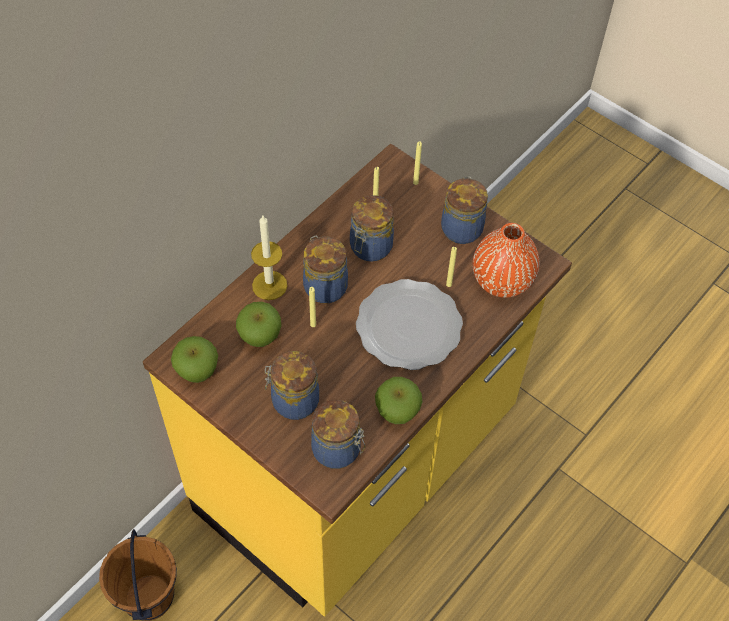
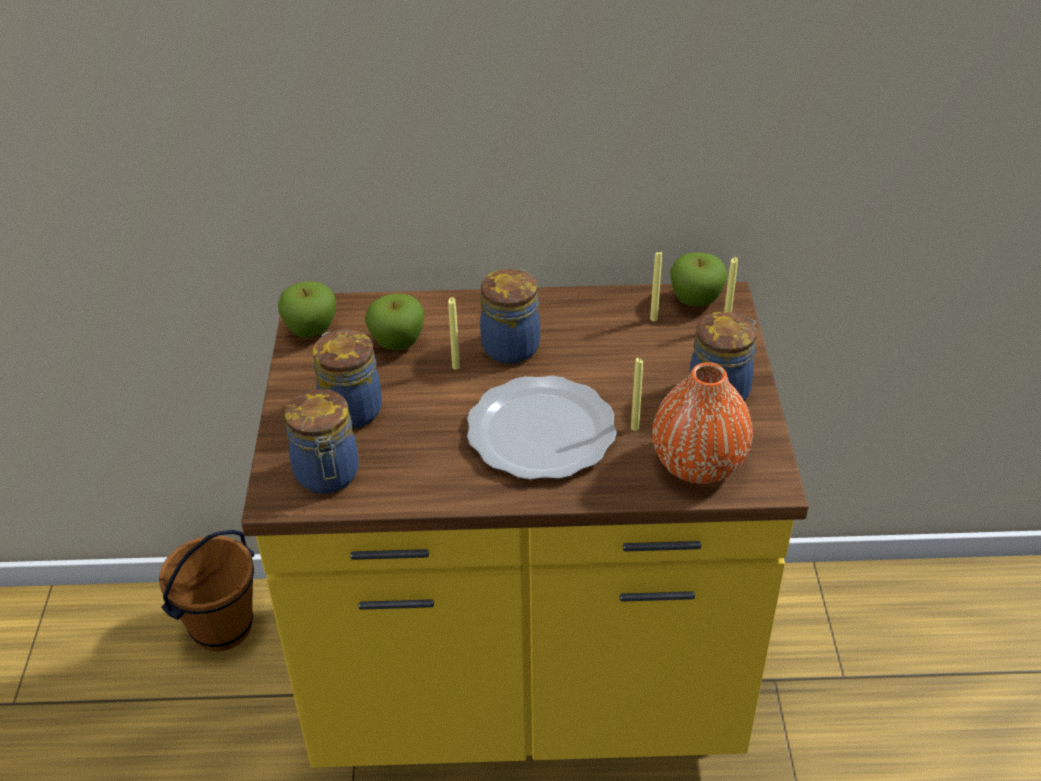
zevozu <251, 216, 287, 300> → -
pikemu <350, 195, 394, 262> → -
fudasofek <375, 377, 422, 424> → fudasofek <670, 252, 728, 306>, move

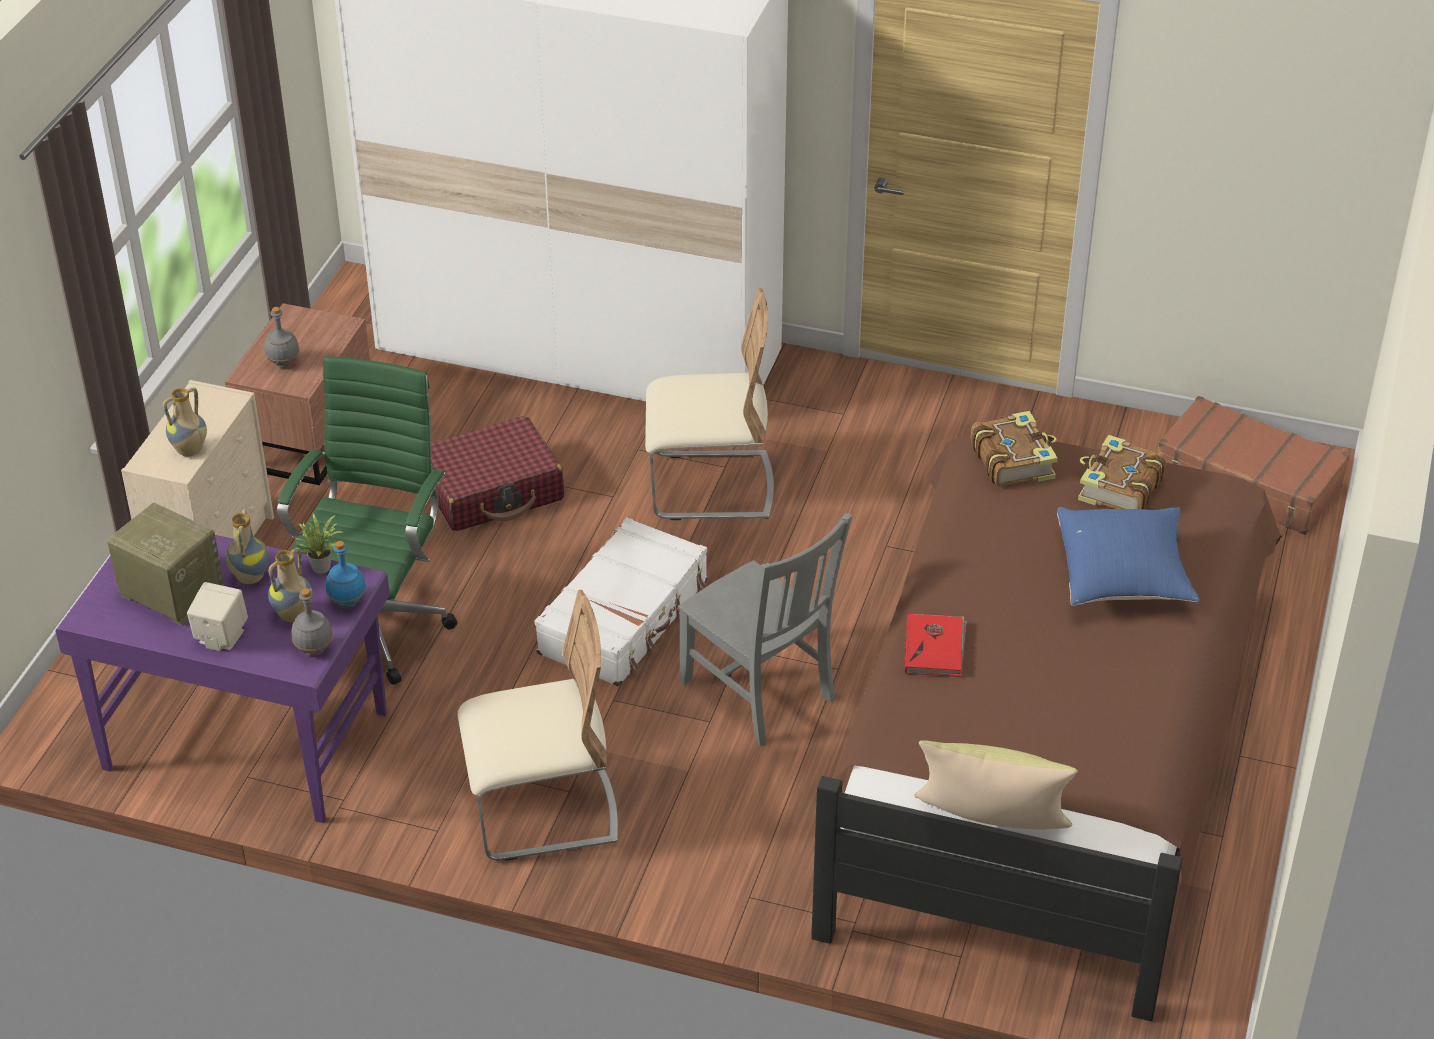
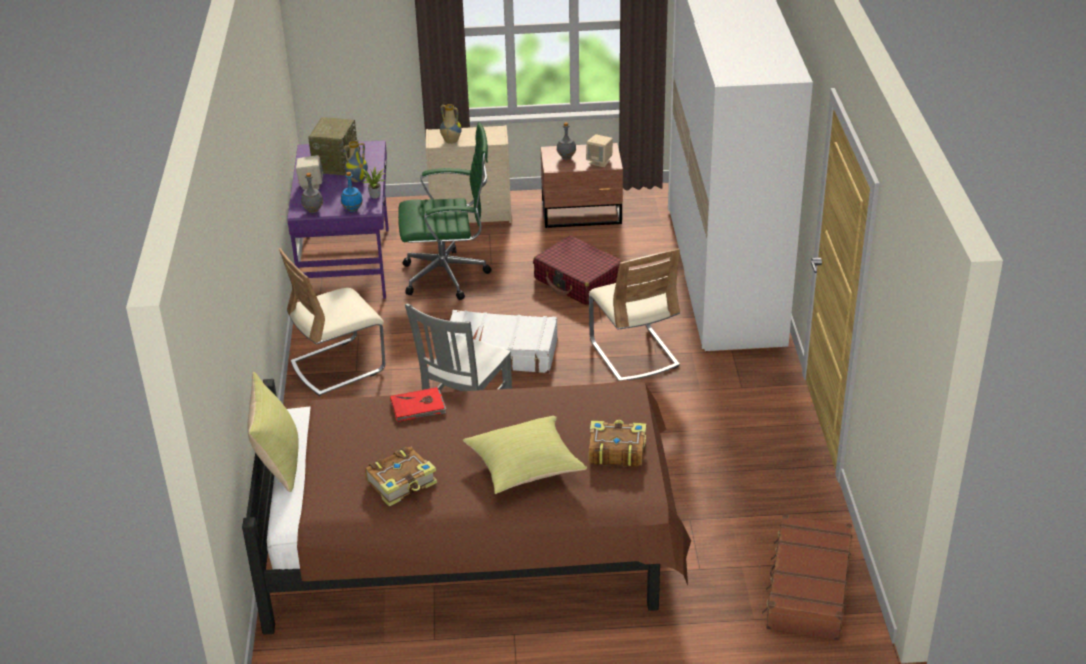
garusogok <268, 548, 313, 622> → -
- → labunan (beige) <586, 134, 613, 167>
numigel <971, 411, 1058, 487> → numigel <365, 447, 437, 506>, move
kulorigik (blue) <1057, 507, 1200, 606> → kulorigik (yellow) <463, 416, 587, 494>
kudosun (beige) <458, 590, 618, 861> → kudosun (beige) <279, 248, 385, 396>, 90 degrees clockwise

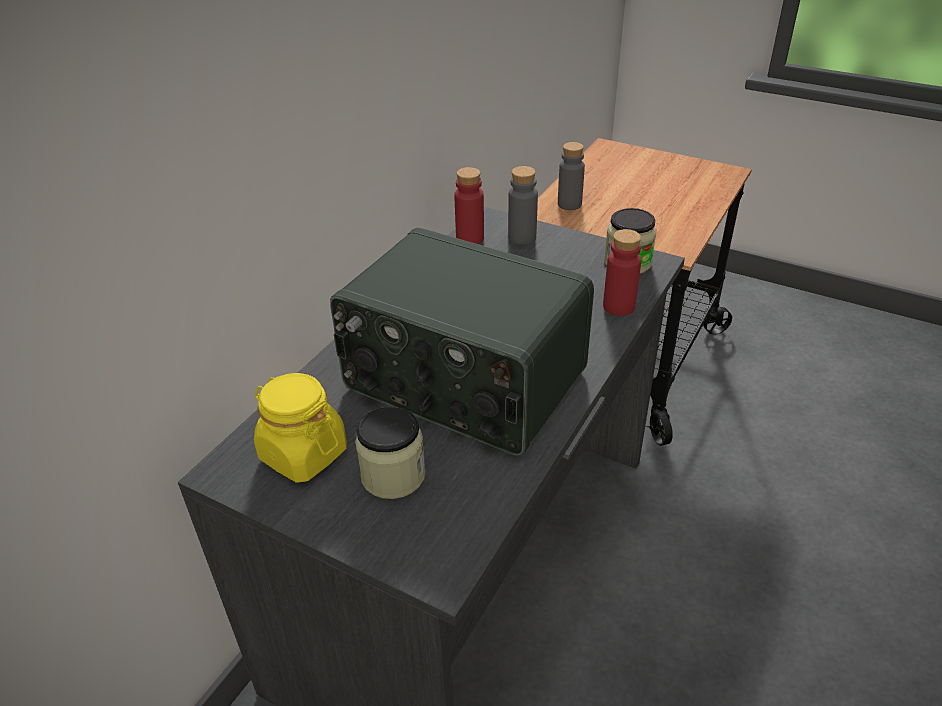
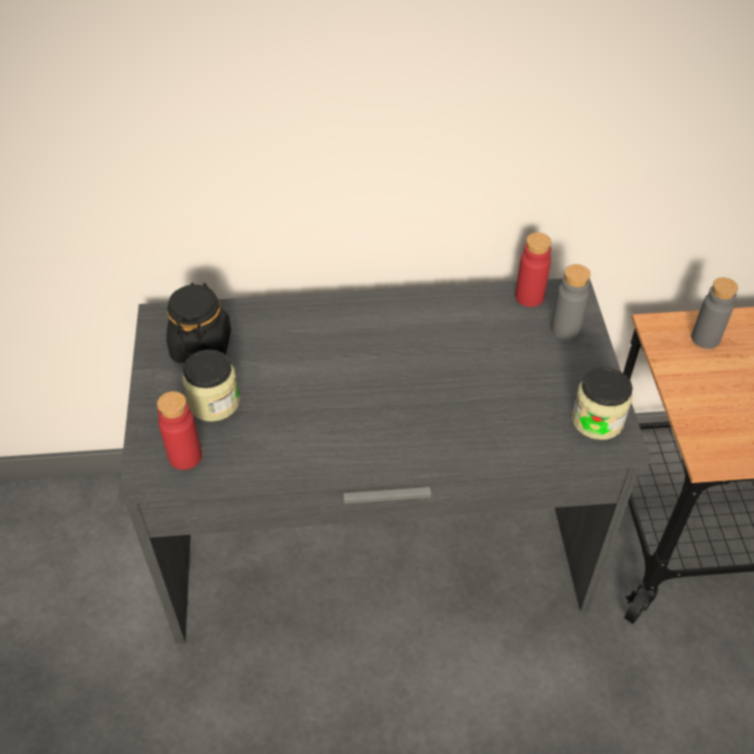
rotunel <330, 228, 594, 455> → -
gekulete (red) <603, 229, 641, 316> → gekulete (red) <157, 391, 202, 470>, move
pikemu (yellow) <254, 373, 347, 483> → pikemu (black) <166, 282, 231, 363>

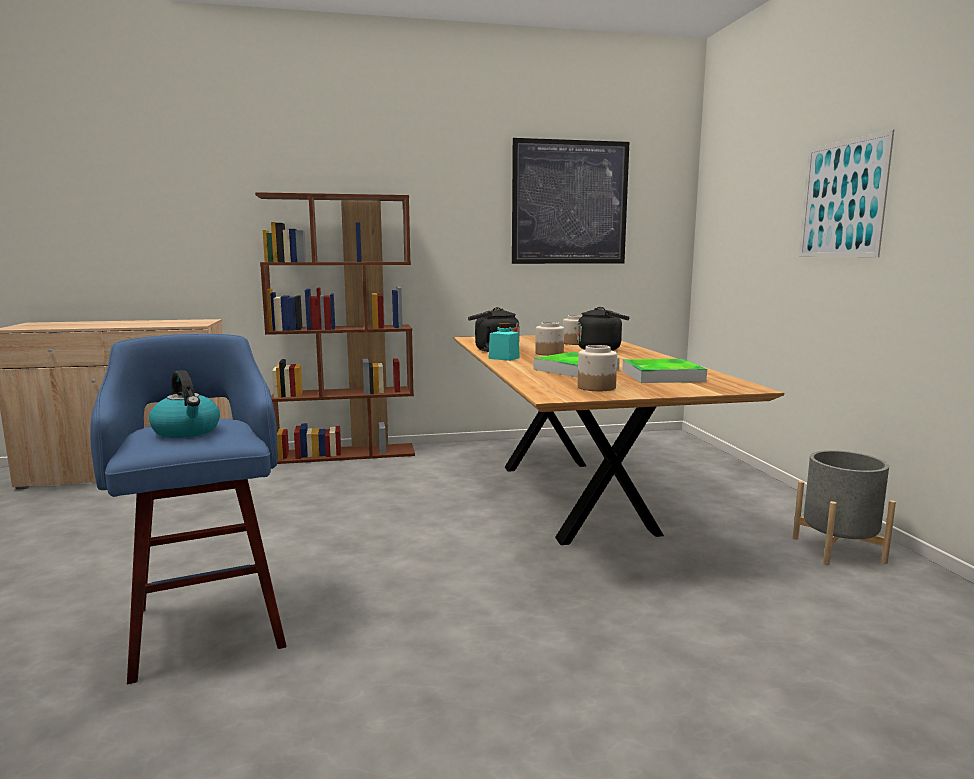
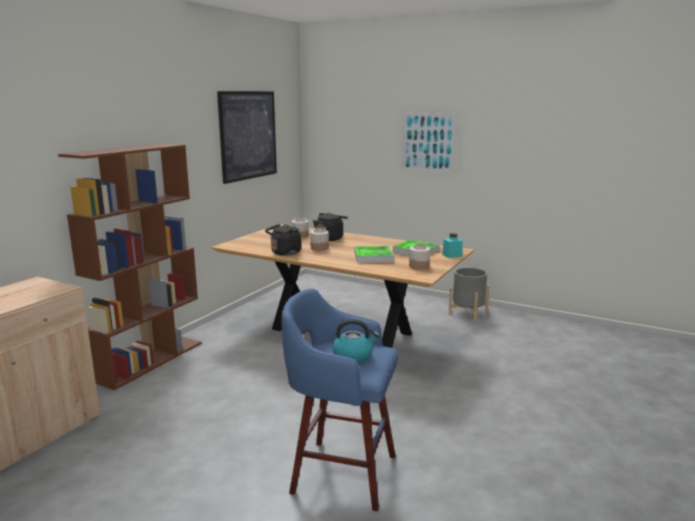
pikemu (turquoise) <488, 323, 520, 361> → pikemu (turquoise) <442, 233, 463, 258>, move

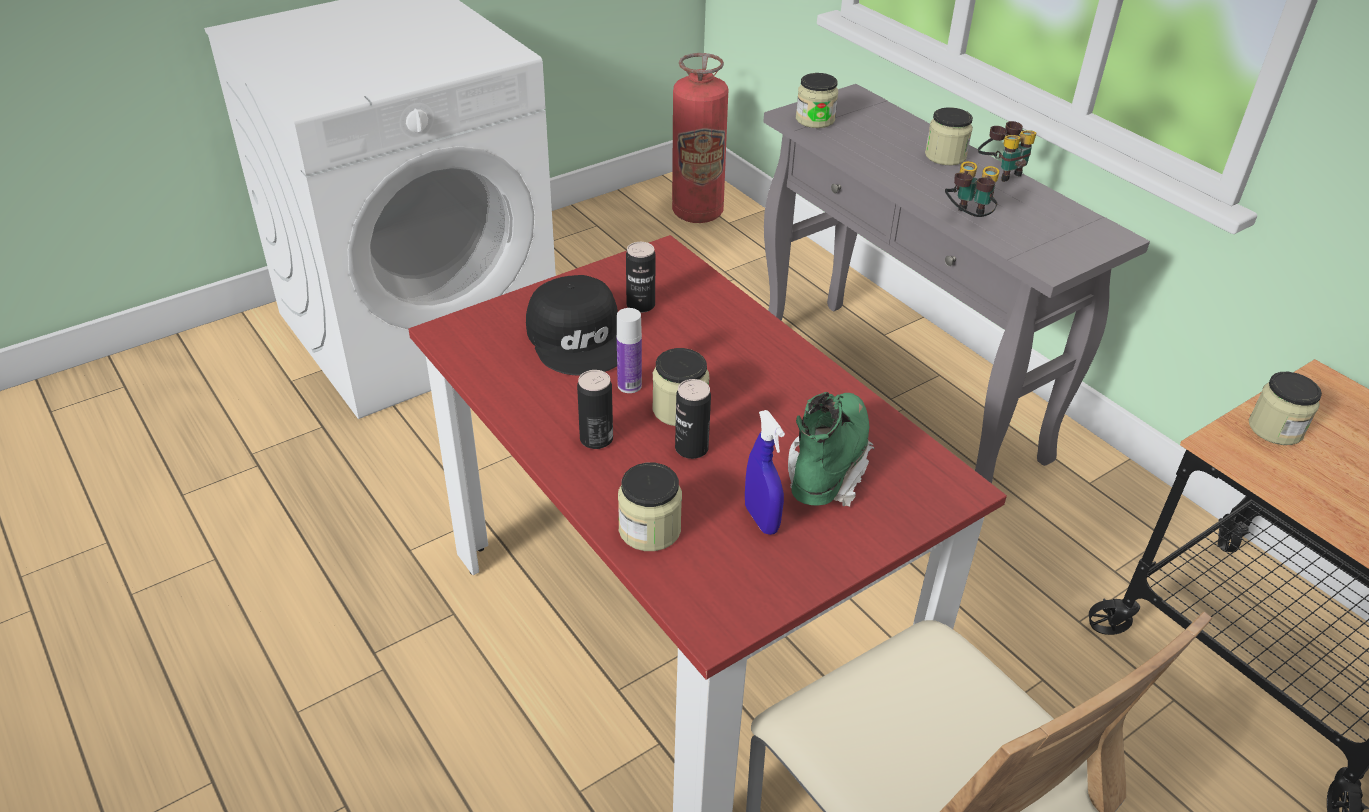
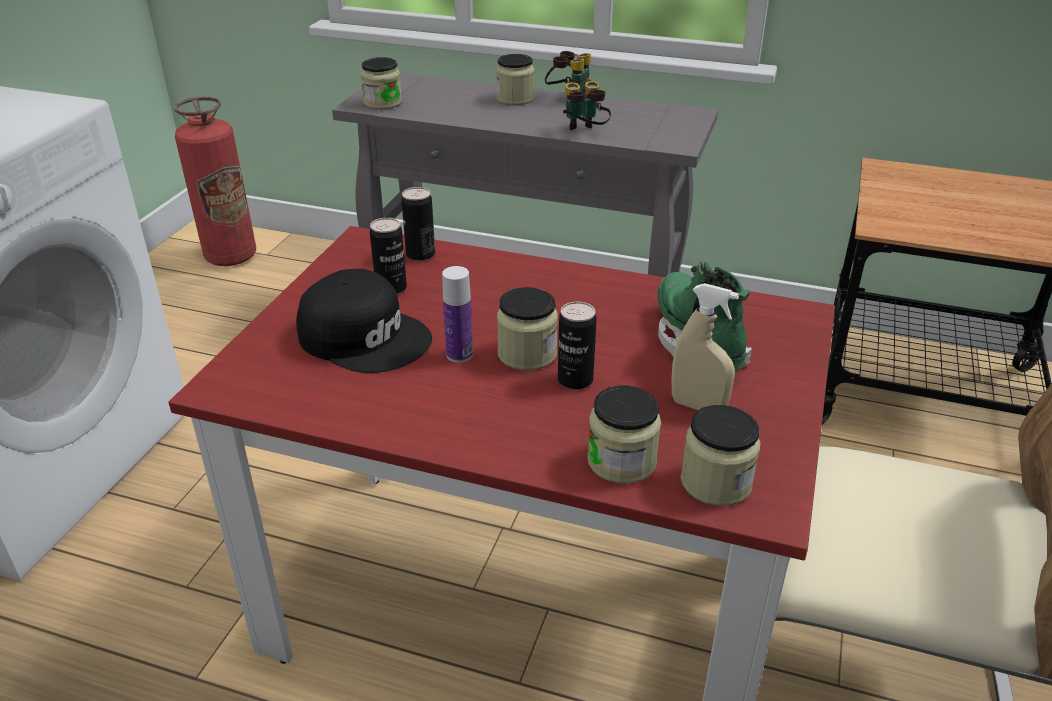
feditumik <577, 370, 613, 449> → feditumik <401, 187, 435, 261>, move
pikemu <1249, 372, 1322, 445> → pikemu <681, 405, 760, 506>, move
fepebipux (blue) <745, 410, 785, 535> → fepebipux (beige) <671, 283, 739, 410>

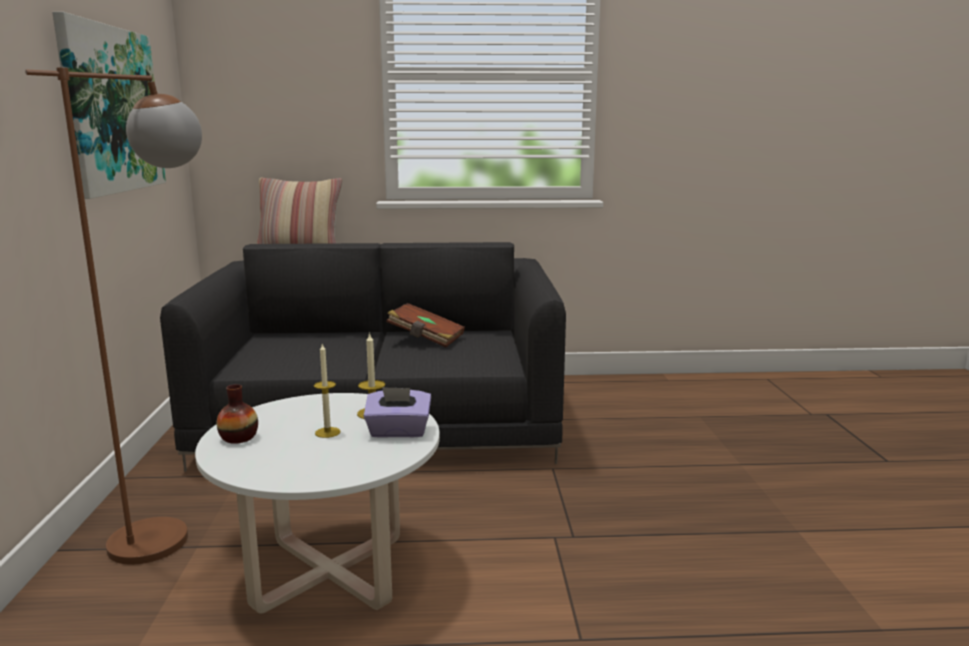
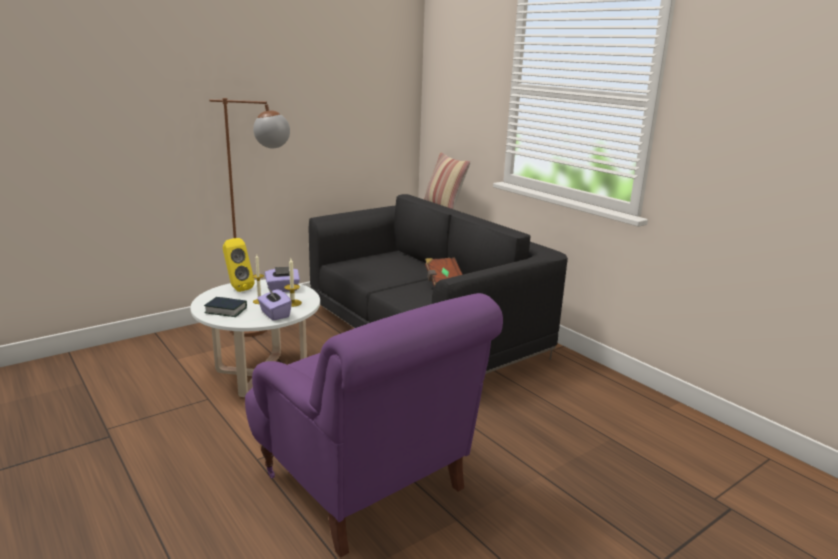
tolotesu <52, 12, 166, 199> → -
- → numigel <204, 297, 247, 317>
- → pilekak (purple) <245, 293, 503, 557>
- → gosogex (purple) <265, 267, 300, 292>
garusogok <217, 384, 258, 444> → labunan (yellow) <223, 238, 255, 292>

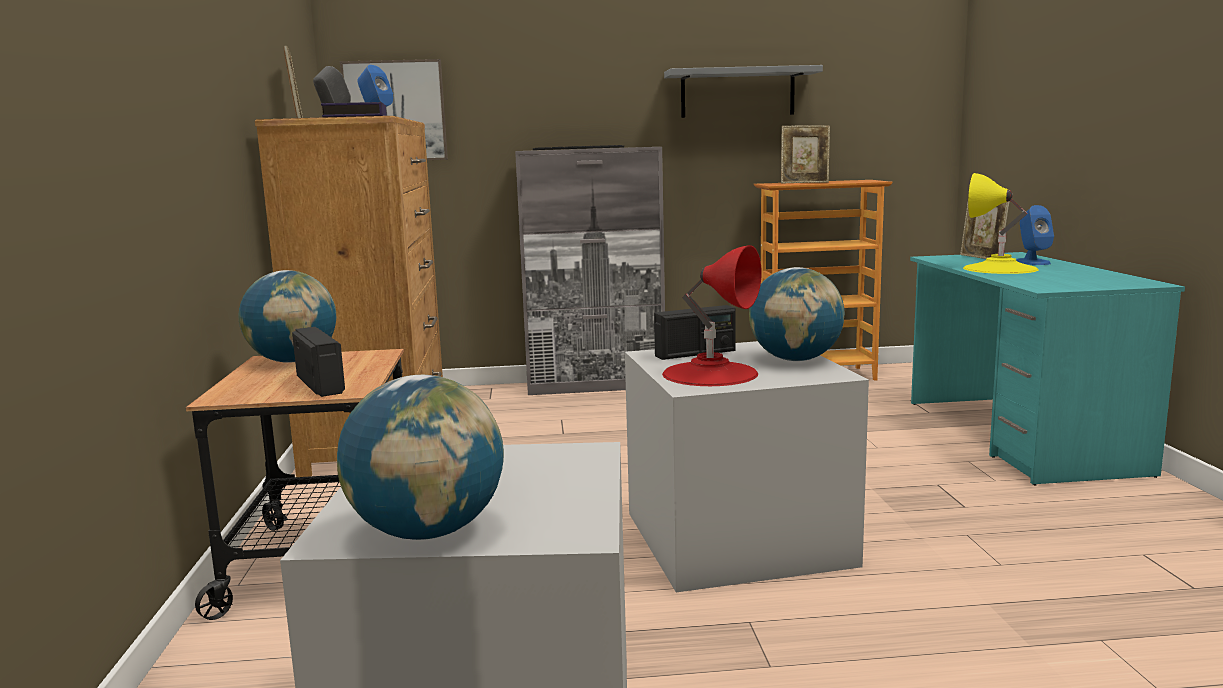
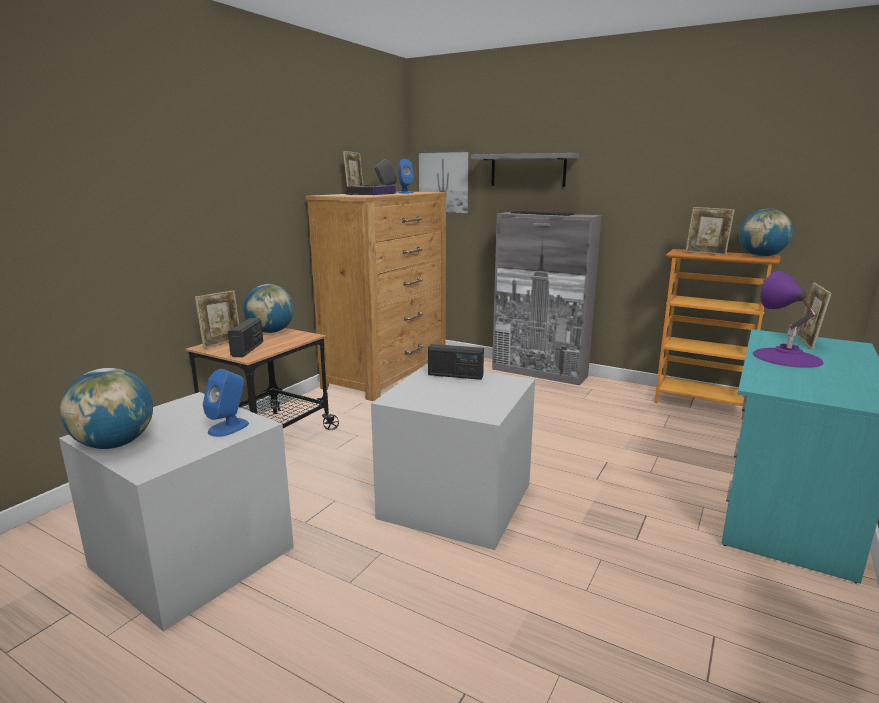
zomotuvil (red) <662, 245, 762, 386> → -
- → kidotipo <195, 290, 239, 349>
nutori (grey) <664, 65, 823, 118> → nutori (grey) <471, 153, 579, 187>, move
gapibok <749, 267, 844, 361> → gapibok <739, 209, 793, 257>, move
labunan (blue) <1016, 205, 1054, 265> → labunan (blue) <203, 369, 249, 437>, move
zomotuvil (yellow) <963, 173, 1039, 274> → zomotuvil (purple) <753, 271, 823, 368>

